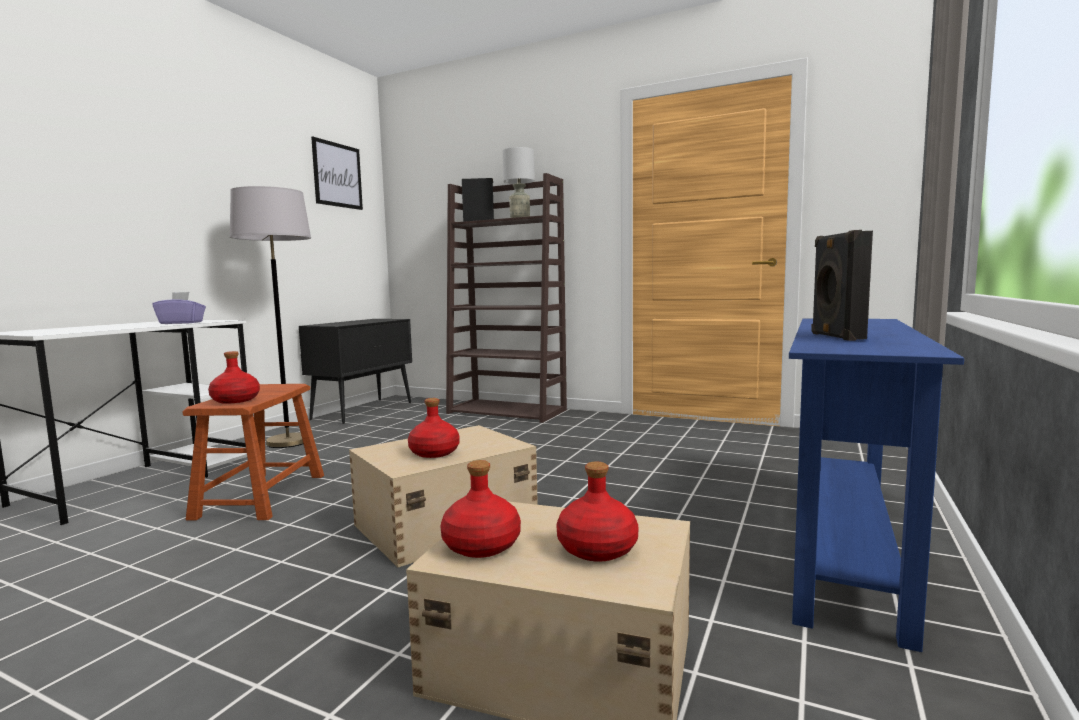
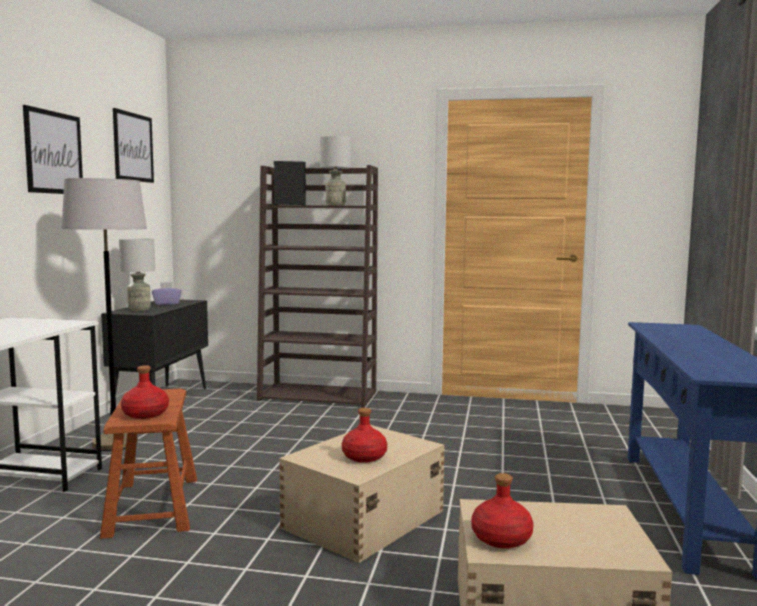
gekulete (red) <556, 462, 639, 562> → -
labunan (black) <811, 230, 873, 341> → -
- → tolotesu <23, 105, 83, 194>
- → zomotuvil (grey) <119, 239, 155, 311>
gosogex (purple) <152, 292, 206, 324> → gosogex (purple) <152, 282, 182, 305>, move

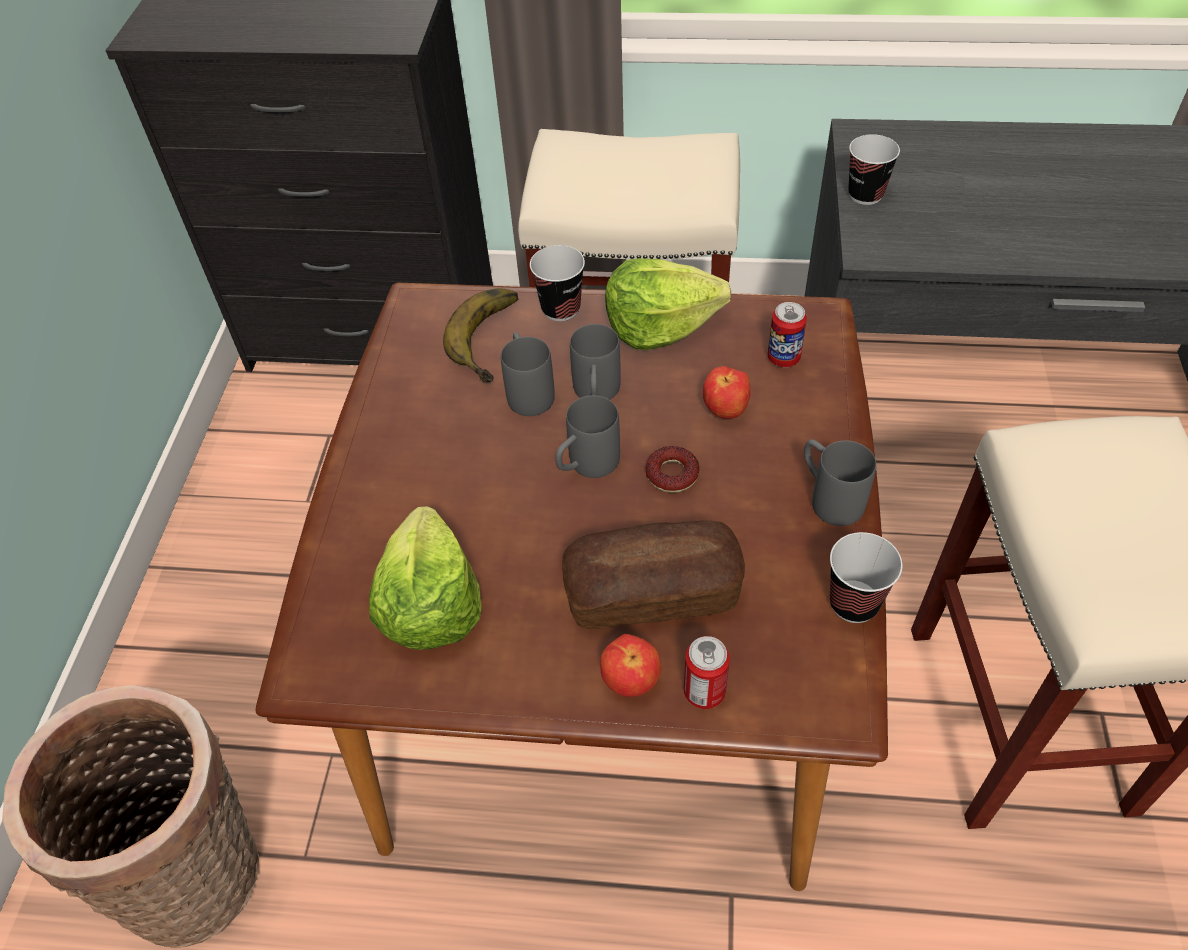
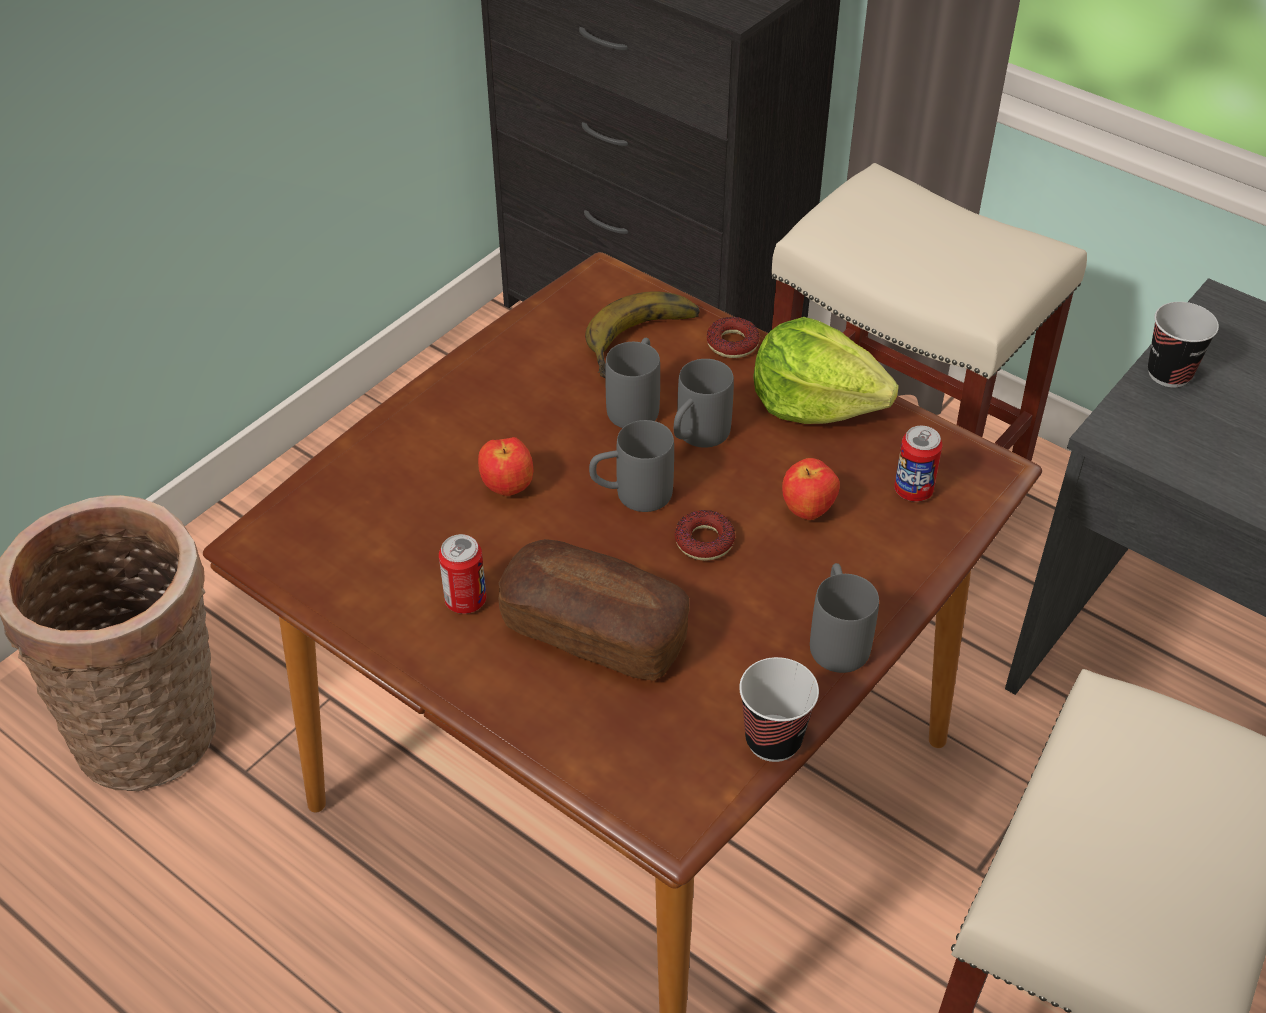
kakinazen <369, 506, 482, 650> → -
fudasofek <600, 634, 662, 697> → fudasofek <478, 437, 534, 496>, move
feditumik <684, 636, 730, 709> → feditumik <439, 534, 486, 614>, move
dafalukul <530, 245, 585, 321> → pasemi <706, 317, 760, 358>

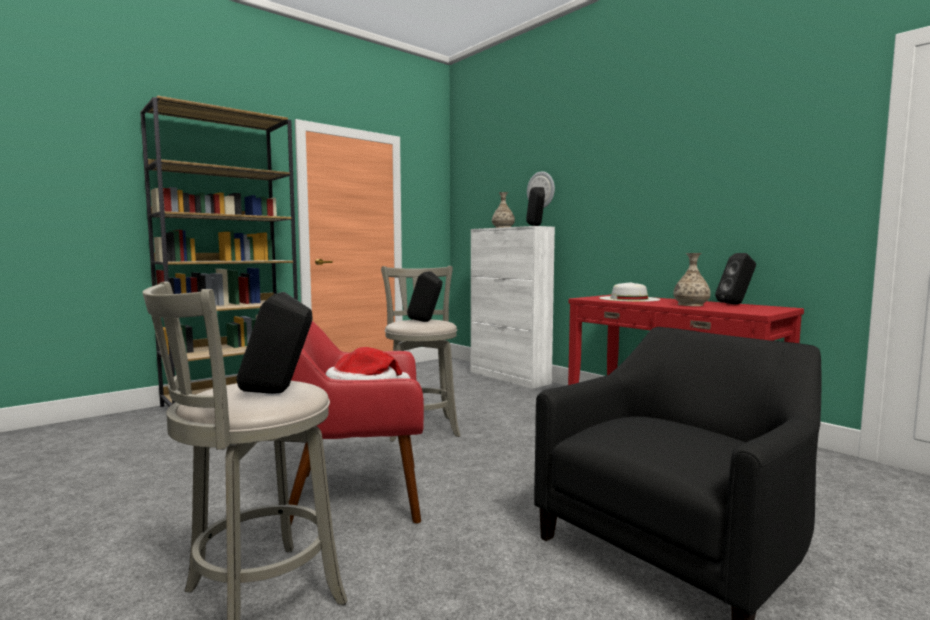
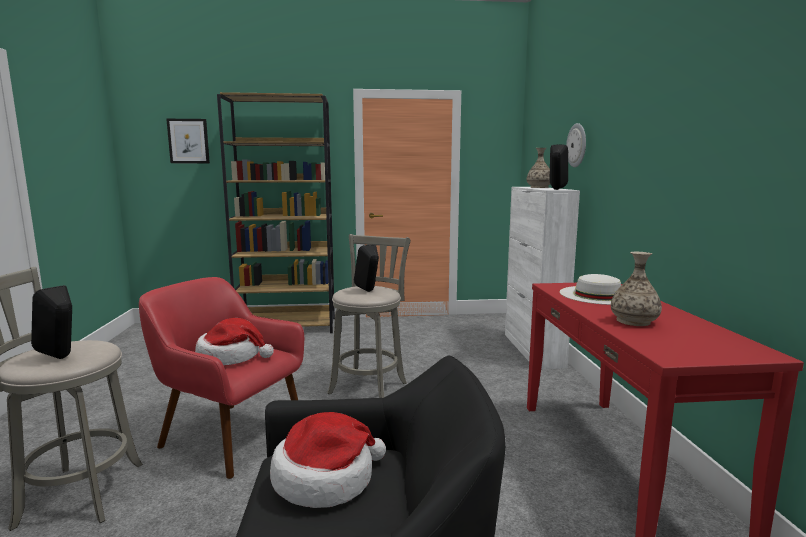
labunan (black) <715, 253, 756, 305> → -
- → tolotesu <166, 119, 210, 163>
- → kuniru <270, 412, 386, 508>

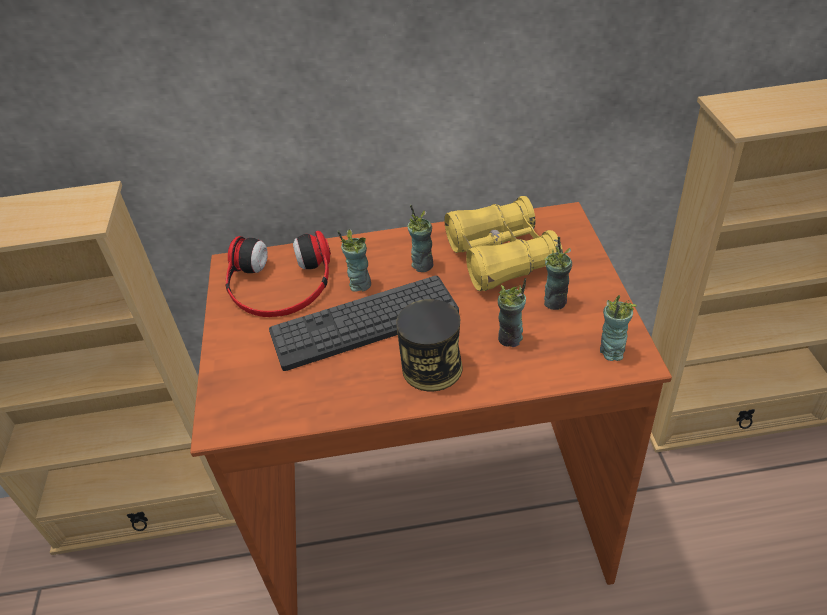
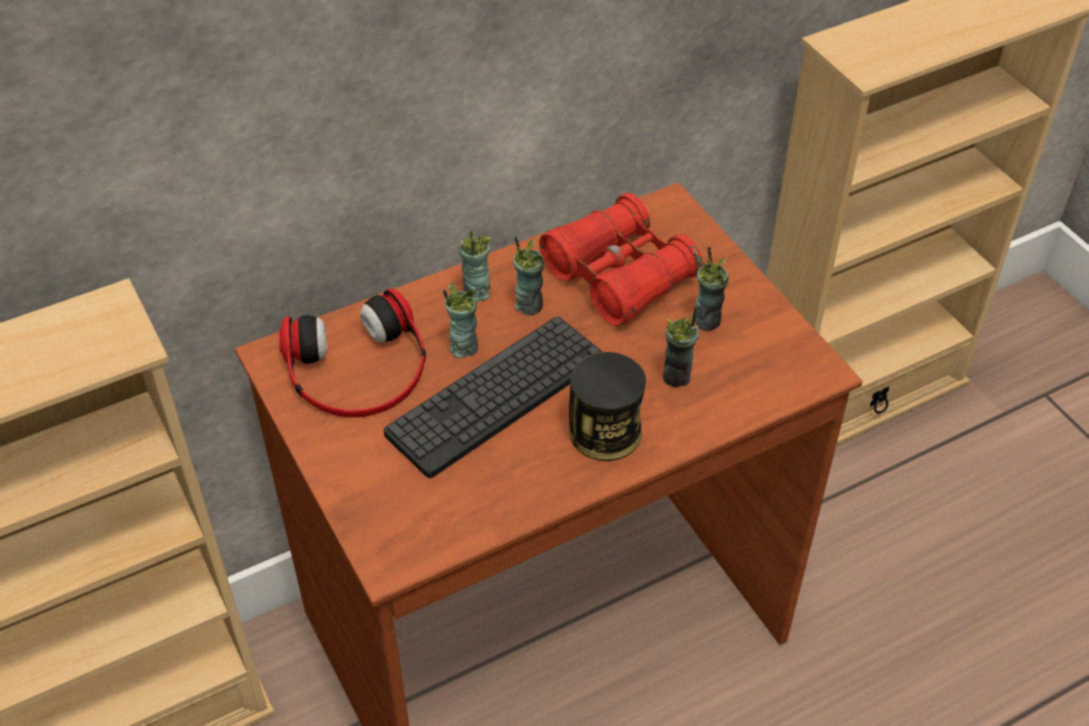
dafalukul <600, 295, 637, 361> → dafalukul <459, 230, 491, 302>, move
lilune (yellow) <445, 196, 563, 291> → lilune (red) <539, 193, 703, 326>

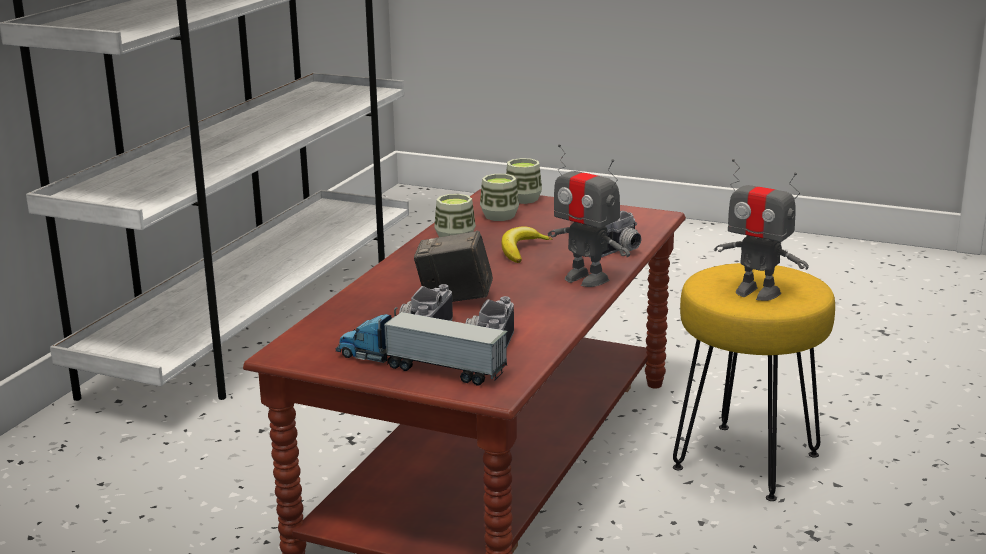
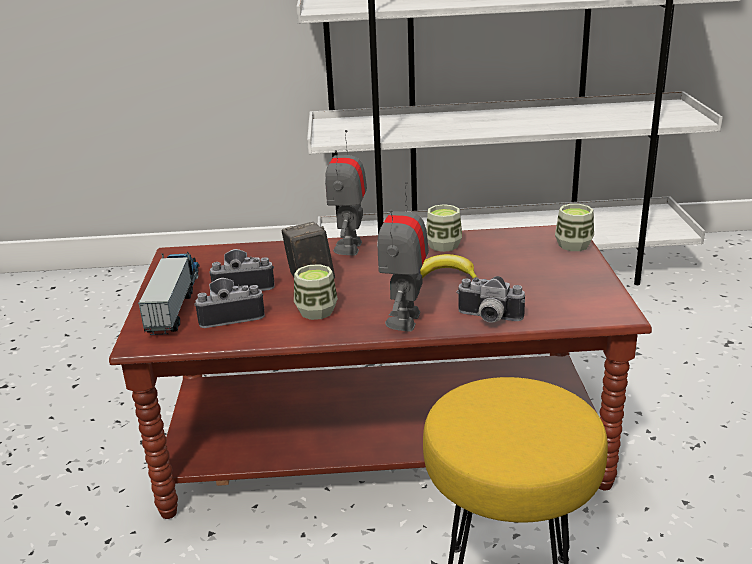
dafalukul <480, 174, 519, 221> → dafalukul <294, 264, 338, 320>, move
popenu <714, 159, 809, 301> → popenu <325, 130, 367, 255>, move

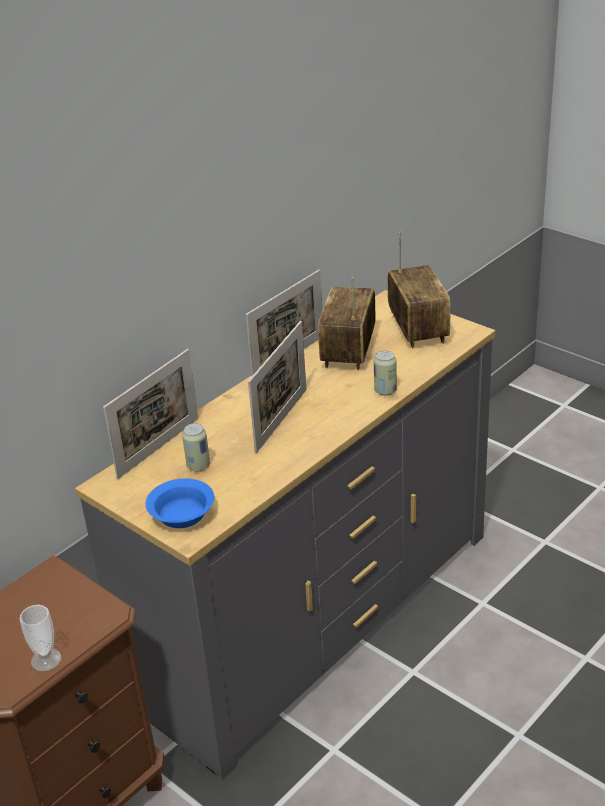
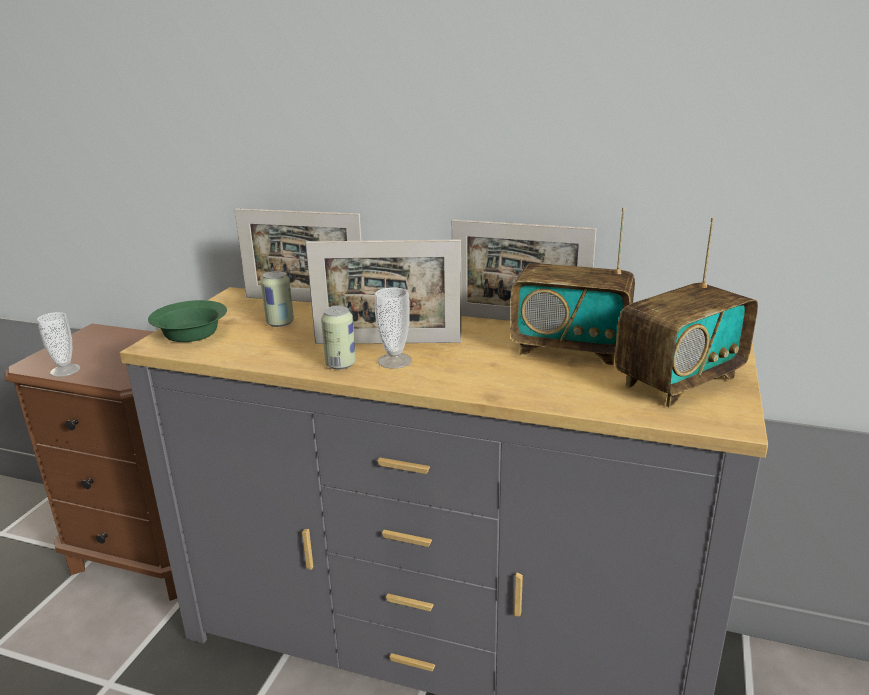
- → dafalukul <375, 287, 412, 369>
feditumik <374, 351, 397, 396> → feditumik <321, 306, 356, 370>, move
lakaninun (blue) <146, 478, 214, 528> → lakaninun (green) <148, 300, 227, 342>
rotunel <318, 277, 375, 370> → rotunel <510, 207, 635, 365>, 150 degrees counterclockwise

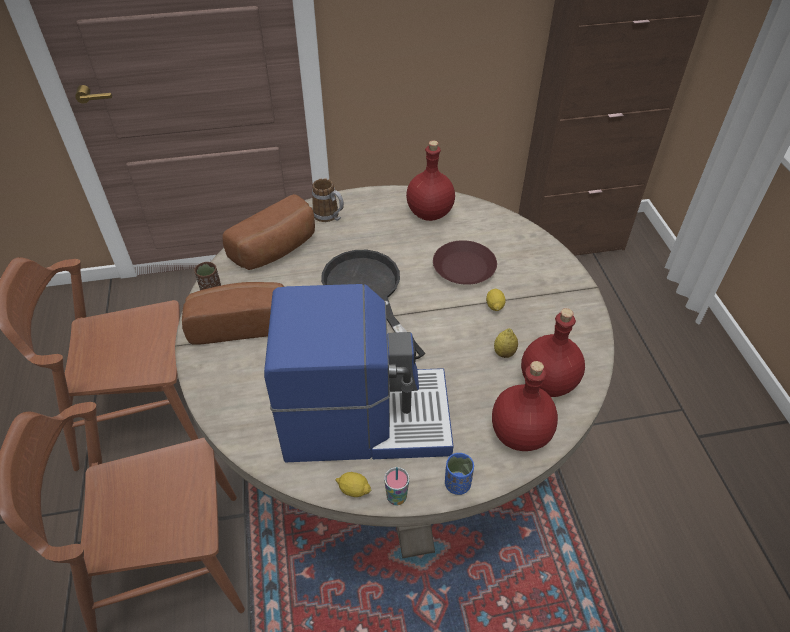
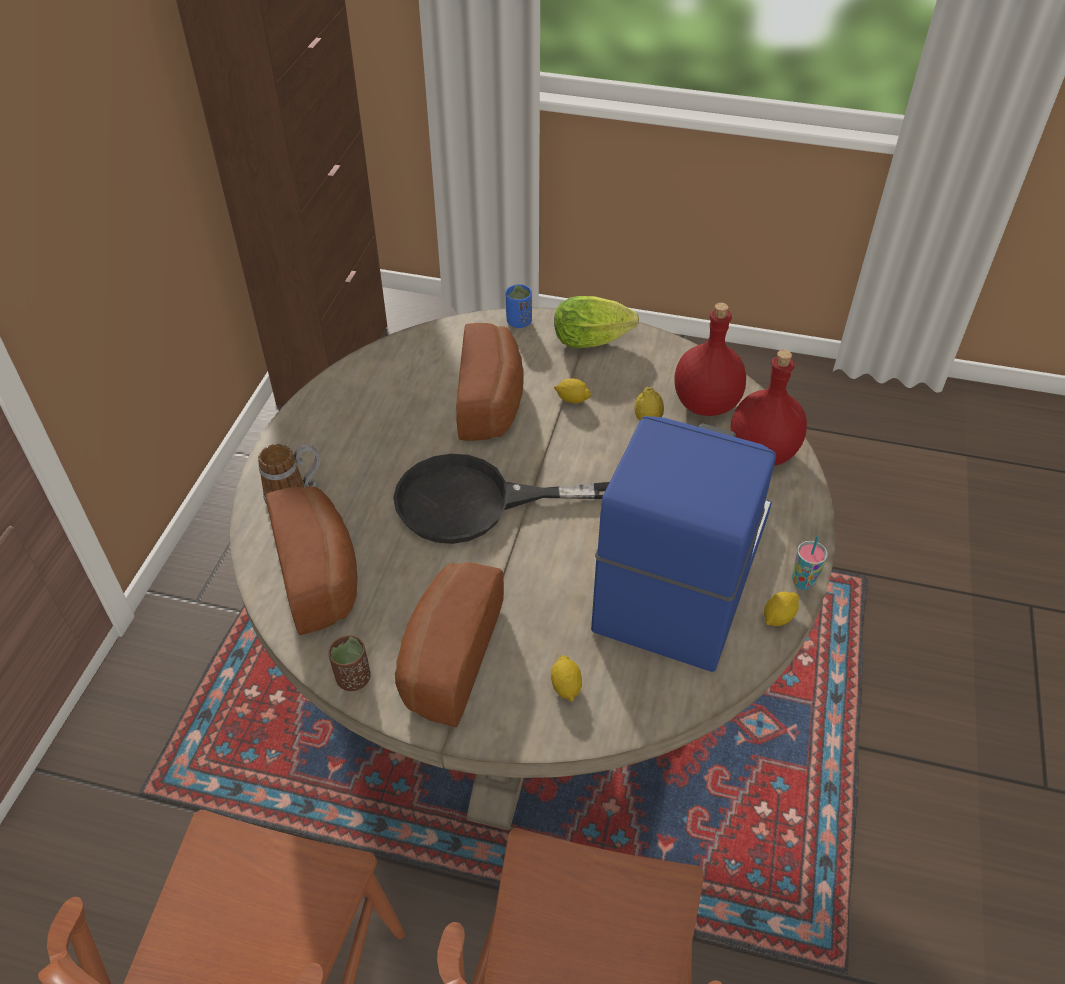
gekulete (red) <406, 140, 455, 221> → -
- → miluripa <551, 655, 582, 702>
- → kakinazen <554, 296, 639, 348>
dafalukul (blue) <445, 453, 474, 495> → dafalukul (blue) <505, 284, 532, 328>, move
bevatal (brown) <433, 240, 497, 285> → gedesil <456, 323, 524, 441>

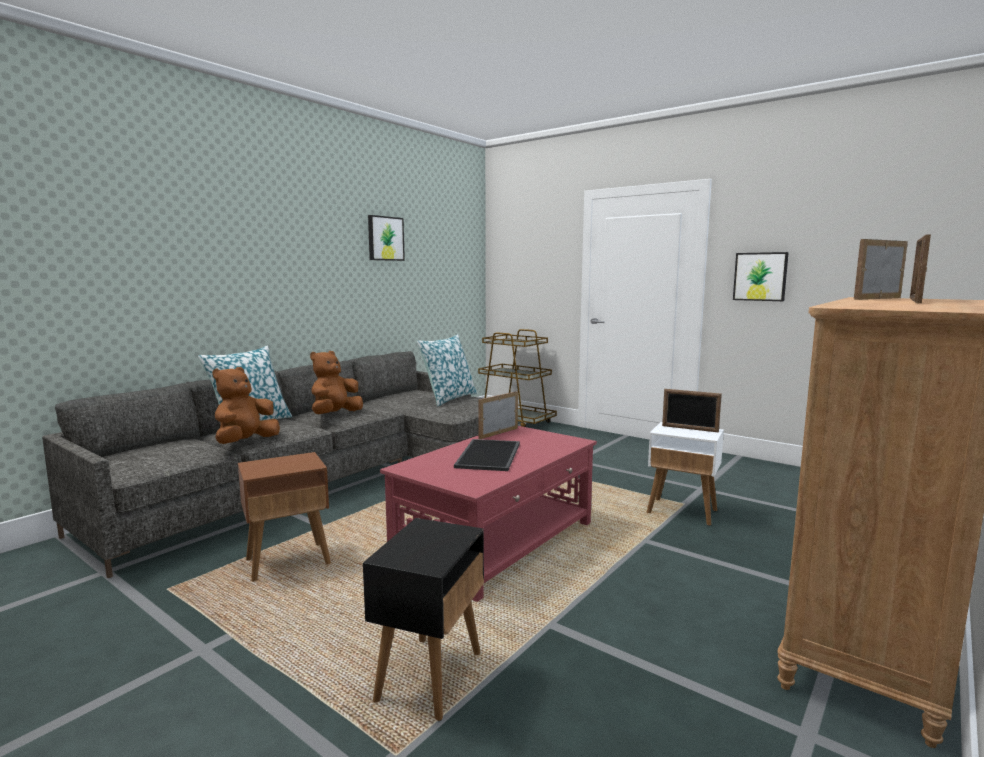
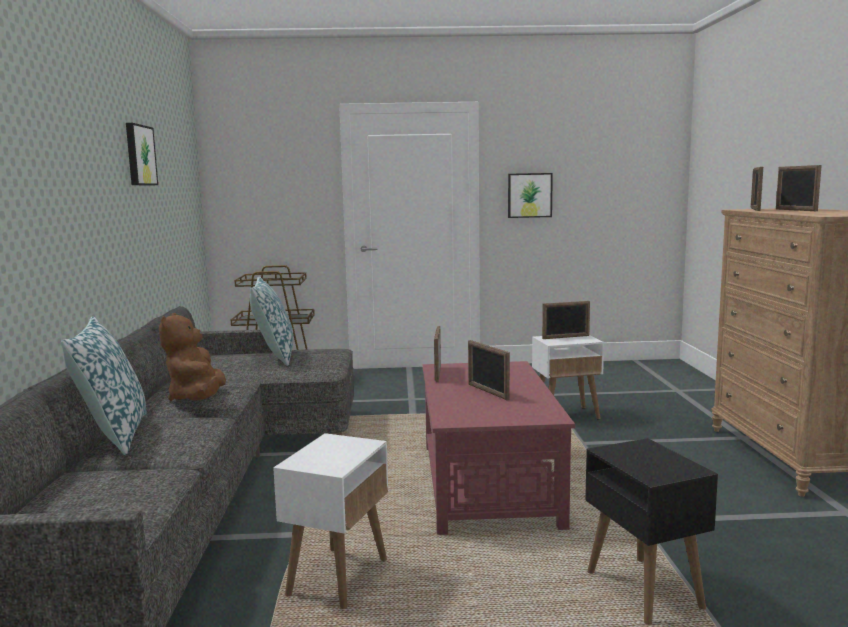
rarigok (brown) <212, 367, 280, 444> → -
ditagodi <454, 439, 520, 471> → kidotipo <468, 340, 510, 400>
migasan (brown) <238, 452, 331, 582> → migasan (white) <273, 433, 388, 609>

